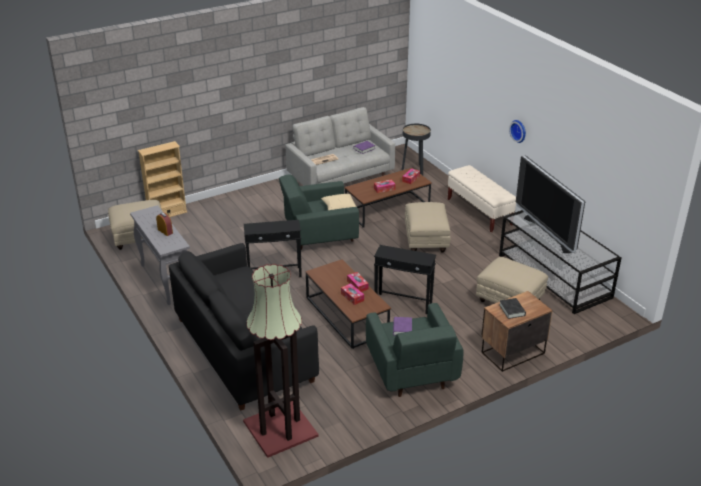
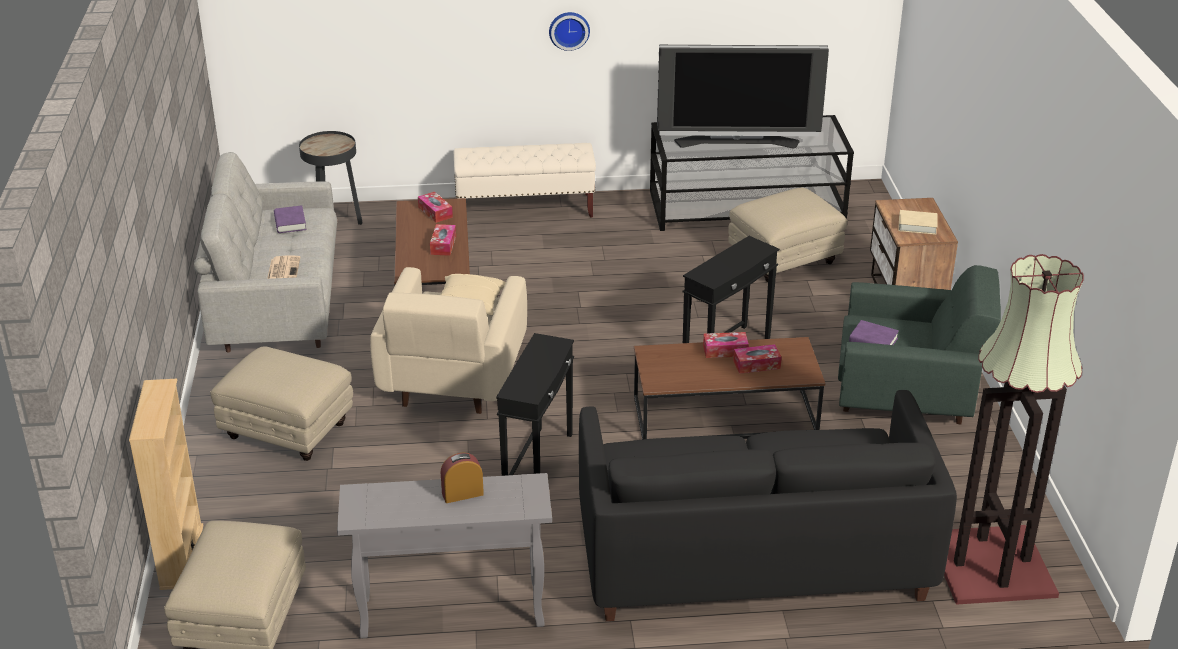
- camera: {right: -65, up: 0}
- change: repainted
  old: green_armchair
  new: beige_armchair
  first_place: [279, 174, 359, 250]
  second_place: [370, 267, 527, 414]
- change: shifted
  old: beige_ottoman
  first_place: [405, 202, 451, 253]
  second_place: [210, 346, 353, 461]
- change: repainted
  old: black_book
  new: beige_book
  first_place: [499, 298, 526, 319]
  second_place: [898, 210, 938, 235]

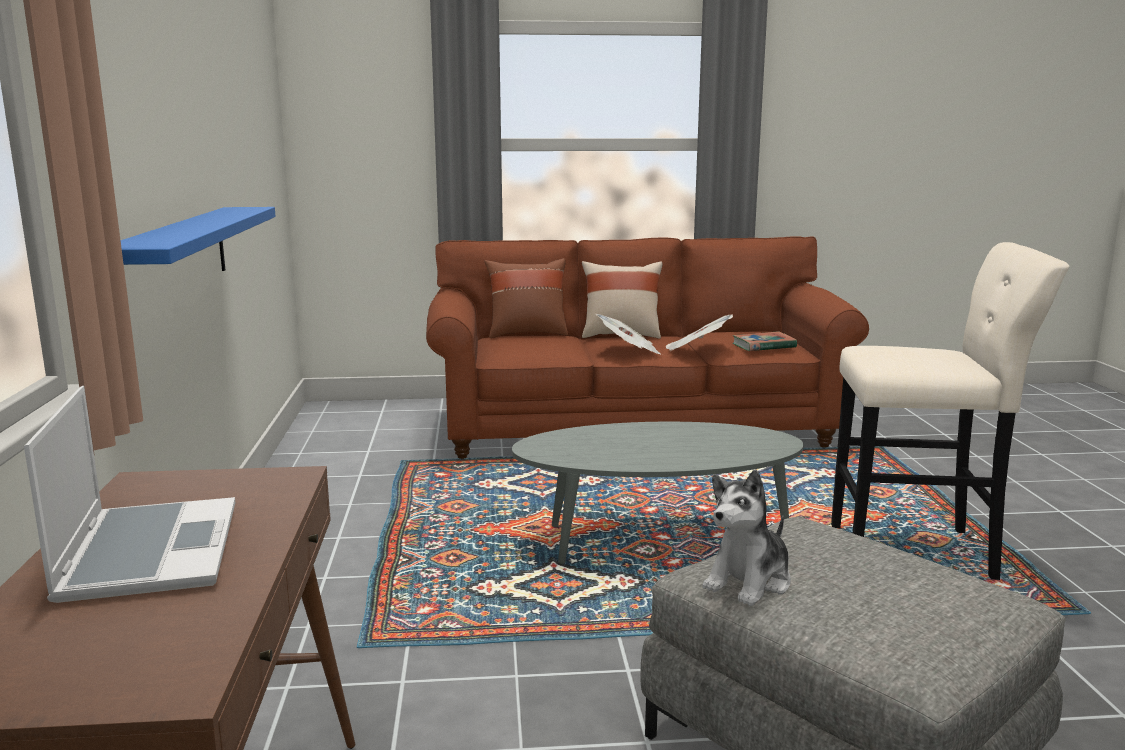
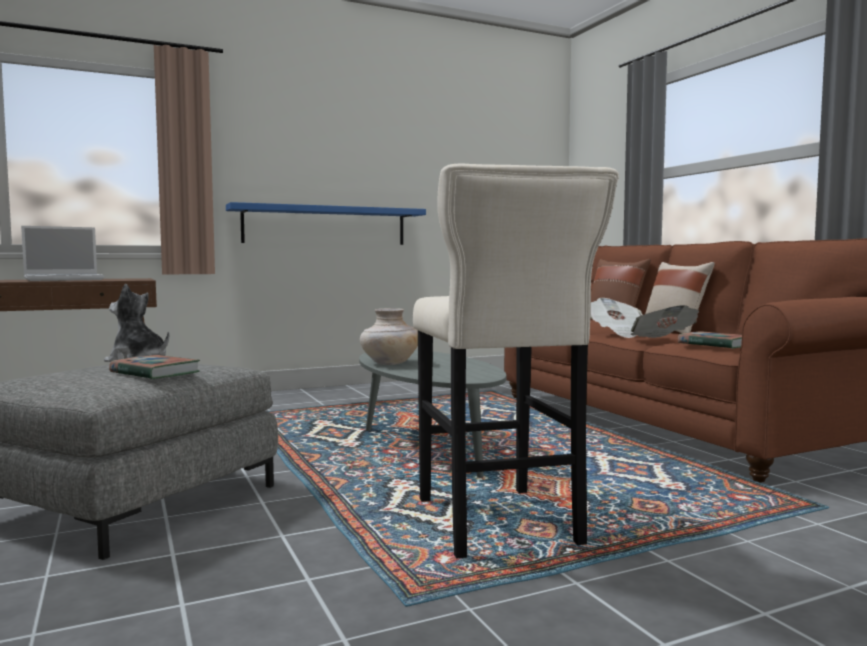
- camera: {right: 70, up: -10}
- change: new
  new: book
  second_place: [109, 355, 200, 379]
- change: new
  new: beige_vase
  second_place: [360, 308, 418, 365]

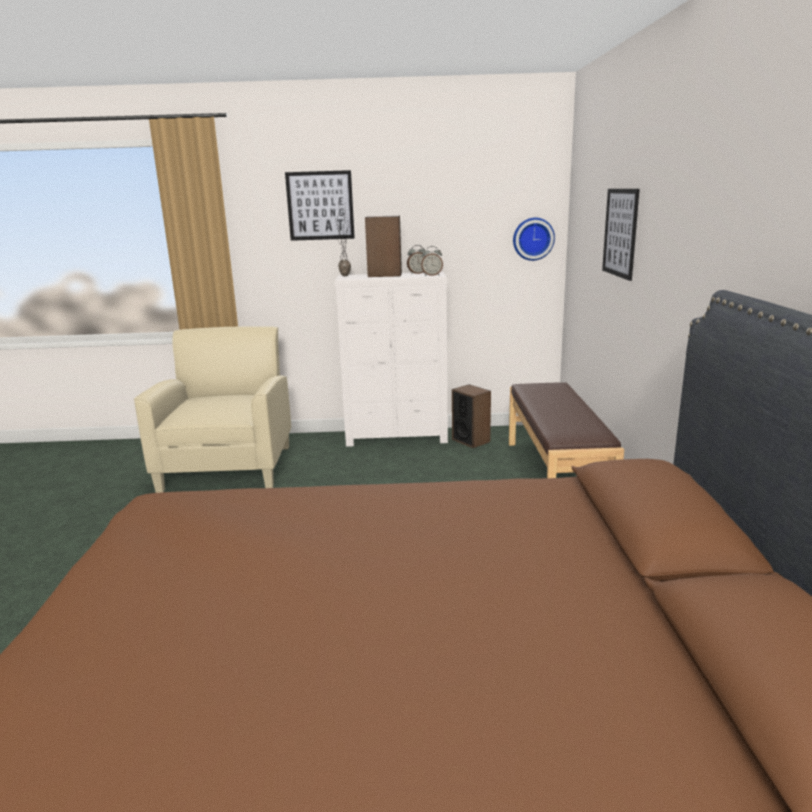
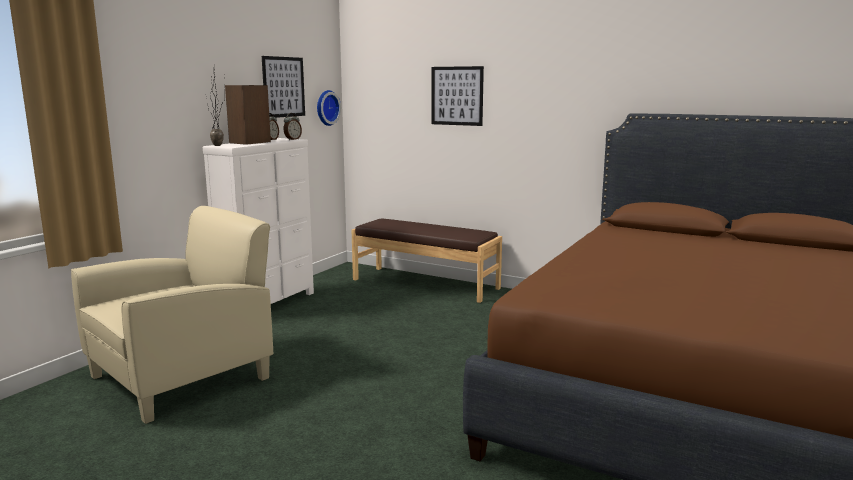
- camera: {right: -60, up: -5}
- change: rotated
  old: beige_armchair
  first_place: [134, 326, 291, 493]
  second_place: [71, 206, 273, 424]
  degrees: 105
- change: shifted
  old: picture
  first_place: [285, 170, 355, 241]
  second_place: [262, 56, 305, 118]
- change: gone
  old: speaker
  first_place: [452, 384, 491, 448]

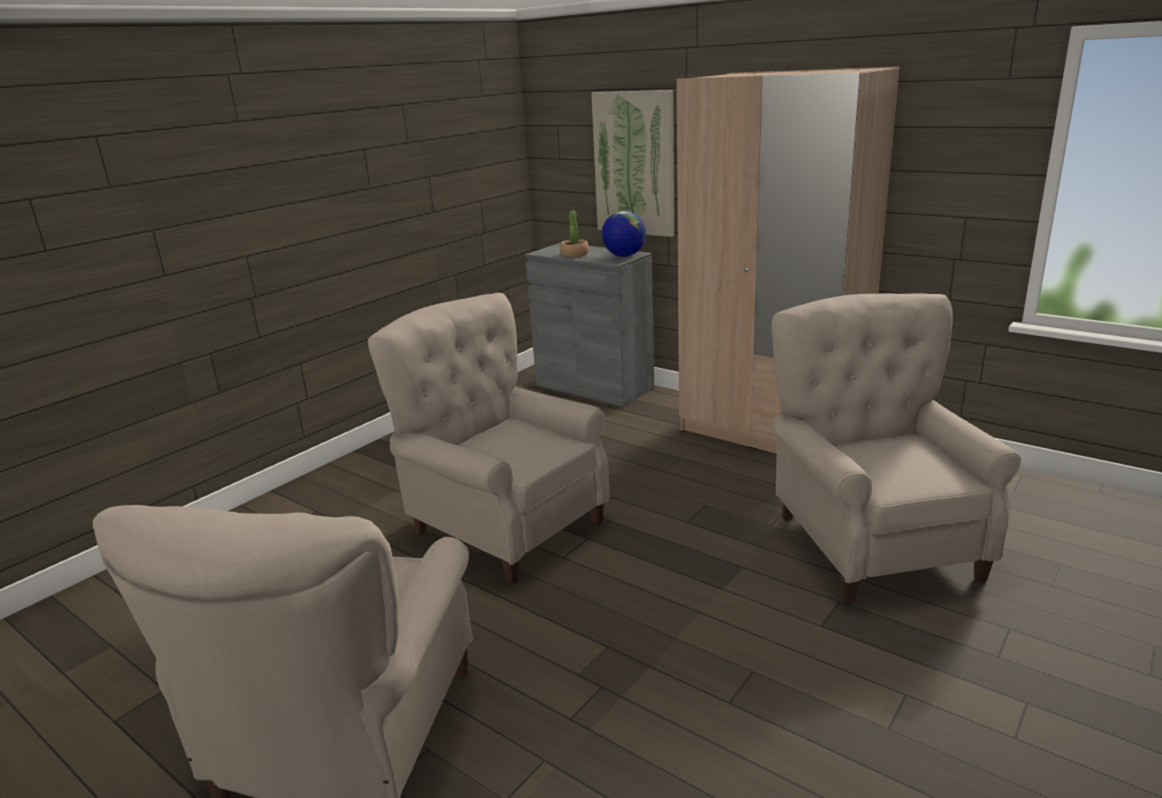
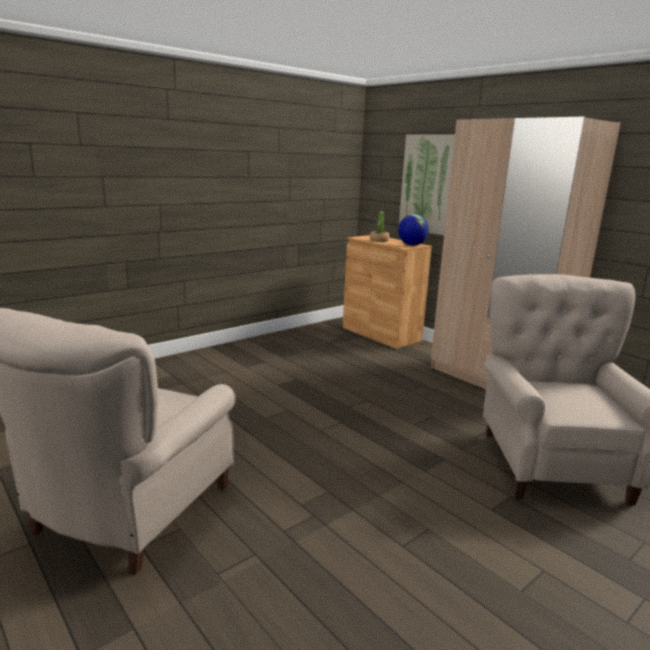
- camera: {right: 10, up: -5}
- change: gone
  old: beige_armchair
  first_place: [368, 293, 610, 585]
- change: repainted
  old: grey_cabinet
  new: brown_cabinet
  first_place: [525, 243, 654, 407]
  second_place: [343, 235, 432, 349]

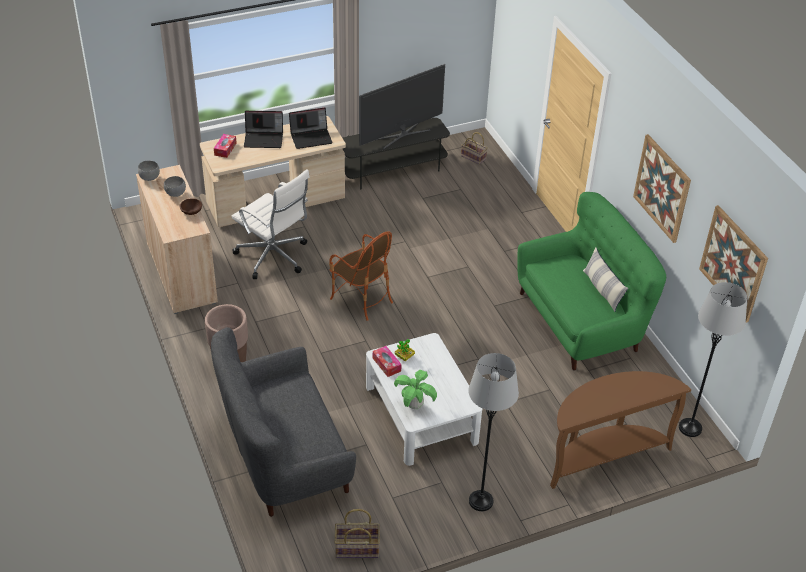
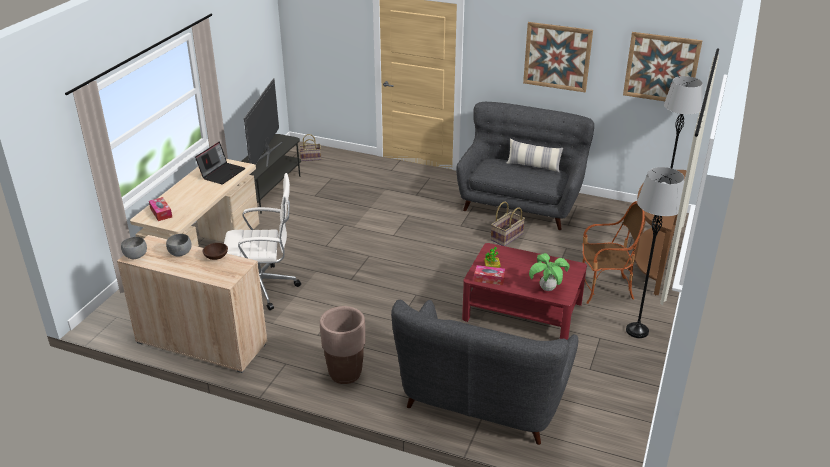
- camera: {right: -45, up: -10}
- change: gone
  old: laptop
  first_place: [244, 111, 283, 148]
- change: shifted
  old: armchair
  first_place: [329, 231, 393, 321]
  second_place: [582, 201, 645, 304]
- change: shifted
  old: basket
  first_place: [335, 509, 380, 558]
  second_place: [491, 202, 525, 246]
- change: repainted
  old: white_coffee_table
  new: red_coffee_table
  first_place: [366, 333, 482, 466]
  second_place: [462, 243, 587, 340]
- change: repainted
  old: green_sofa
  new: grey_sofa
  first_place: [517, 192, 666, 370]
  second_place: [456, 102, 594, 230]

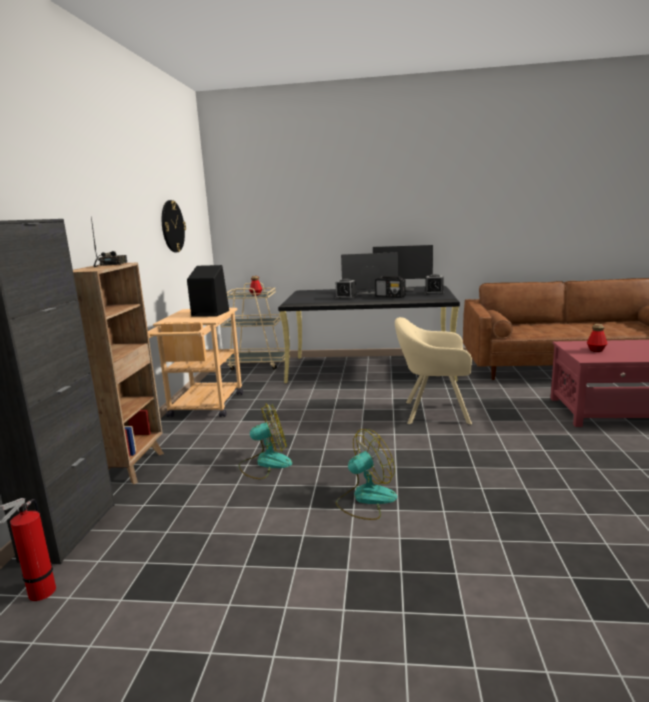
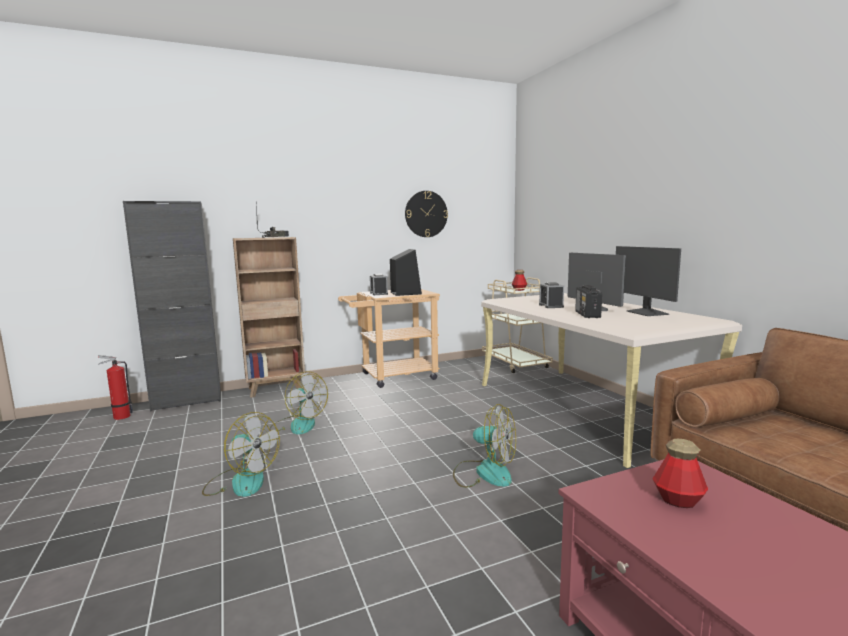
- camera: {right: 60, up: -5}
- change: repainted
  old: black_desk
  new: beige_desk
  first_place: [278, 286, 460, 383]
  second_place: [481, 293, 742, 468]
- change: swapped
  old: beige_armchair
  new: fan
  first_place: [395, 317, 472, 425]
  second_place: [453, 404, 516, 488]
- change: shifted
  old: alarm_clock
  first_place: [425, 274, 444, 295]
  second_place: [370, 274, 388, 295]

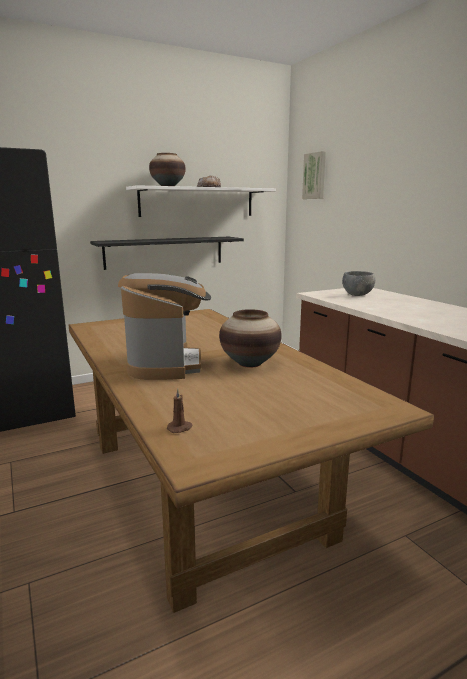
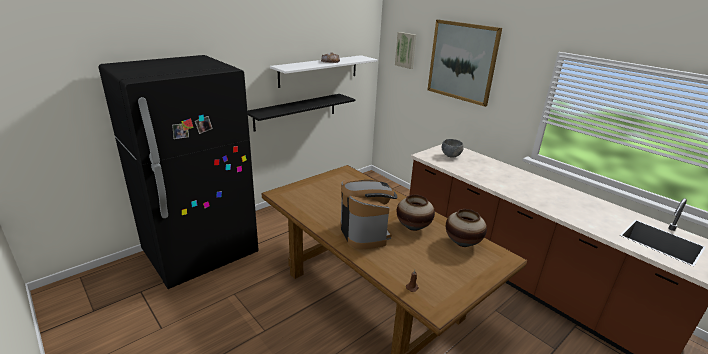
- camera: {right: -15, up: 10}
- change: shifted
  old: vase
  first_place: [149, 153, 186, 186]
  second_place: [446, 209, 487, 247]
- change: new
  new: picture
  second_place: [427, 20, 502, 107]

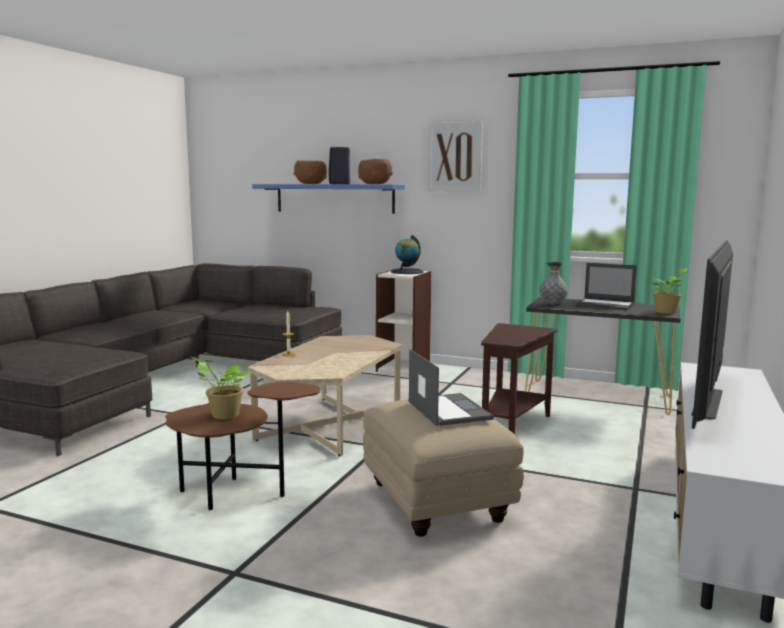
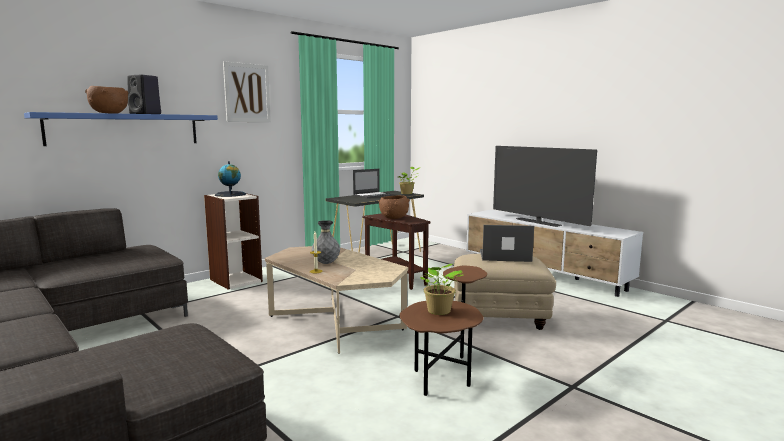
- camera: {right: -65, up: 0}
- change: shifted
  old: brown_bowl
  first_place: [358, 159, 393, 184]
  second_place: [378, 195, 410, 219]
- change: shifted
  old: grey_vase
  first_place: [539, 262, 568, 305]
  second_place: [312, 220, 340, 264]

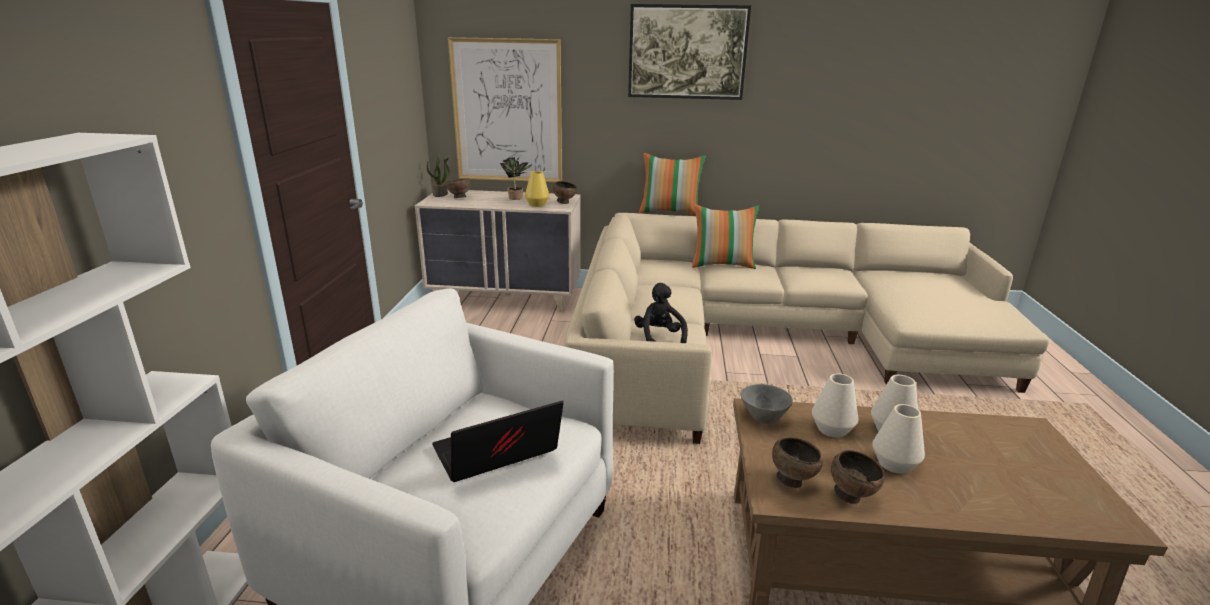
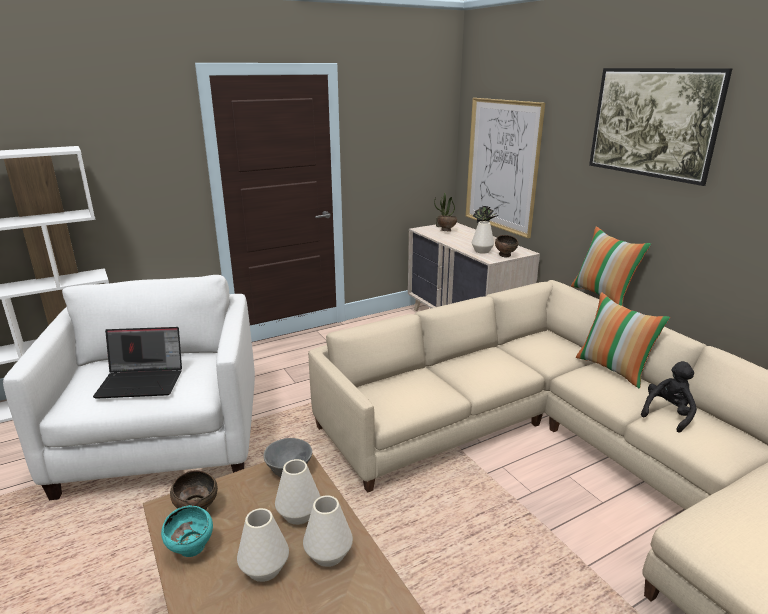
- camera: {right: 55, up: 0}
- change: rotated
  old: laptop
  first_place: [432, 401, 563, 482]
  second_place: [93, 327, 182, 399]
  degrees: 150
- change: repainted
  old: yellow_vase
  new: white_vase
  first_place: [525, 171, 550, 207]
  second_place: [472, 221, 494, 254]
- change: shifted
  old: black_plush_toy
  first_place: [634, 283, 688, 343]
  second_place: [641, 361, 697, 433]
- change: repainted
  old: brown_bowl
  new: turquoise_bowl
  first_place: [831, 450, 885, 504]
  second_place: [161, 505, 213, 557]

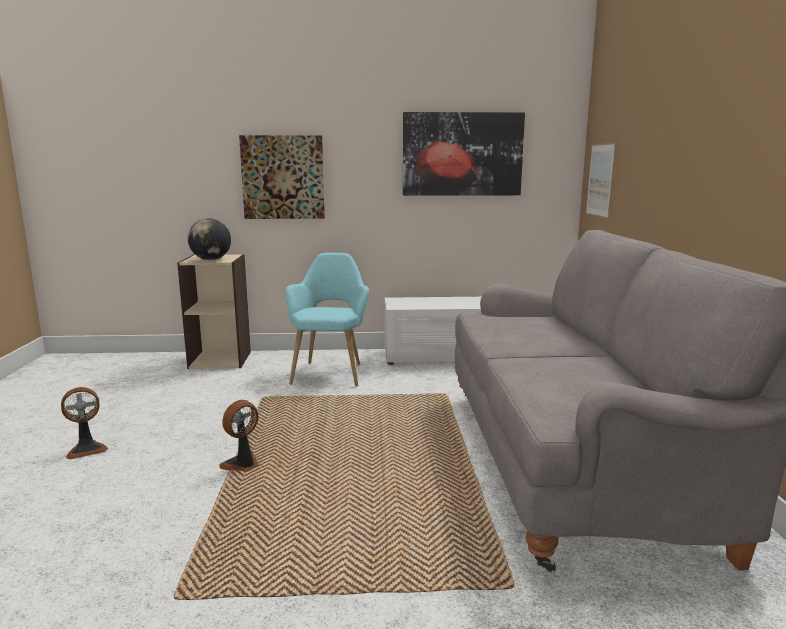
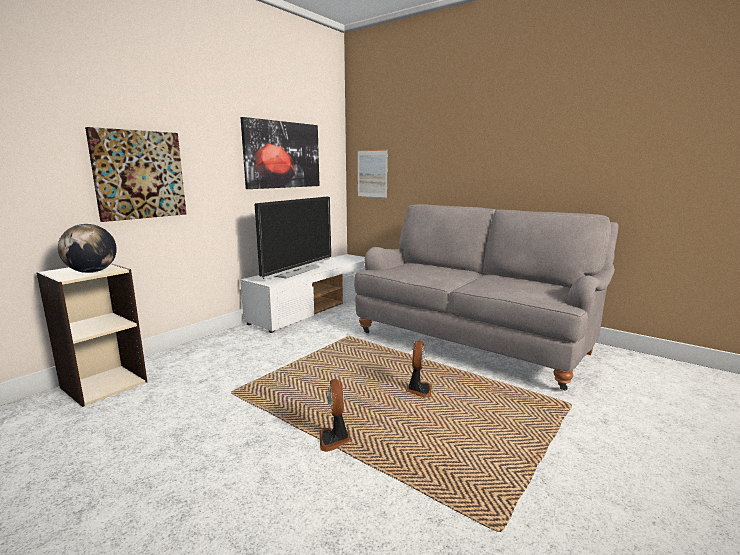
- camera: {right: -50, up: 0}
- change: shifted
  old: fan
  first_place: [61, 387, 108, 459]
  second_place: [407, 341, 432, 398]
- change: gone
  old: turquoise_armchair
  first_place: [285, 253, 369, 387]
- change: new
  new: television
  second_place: [255, 197, 331, 279]

